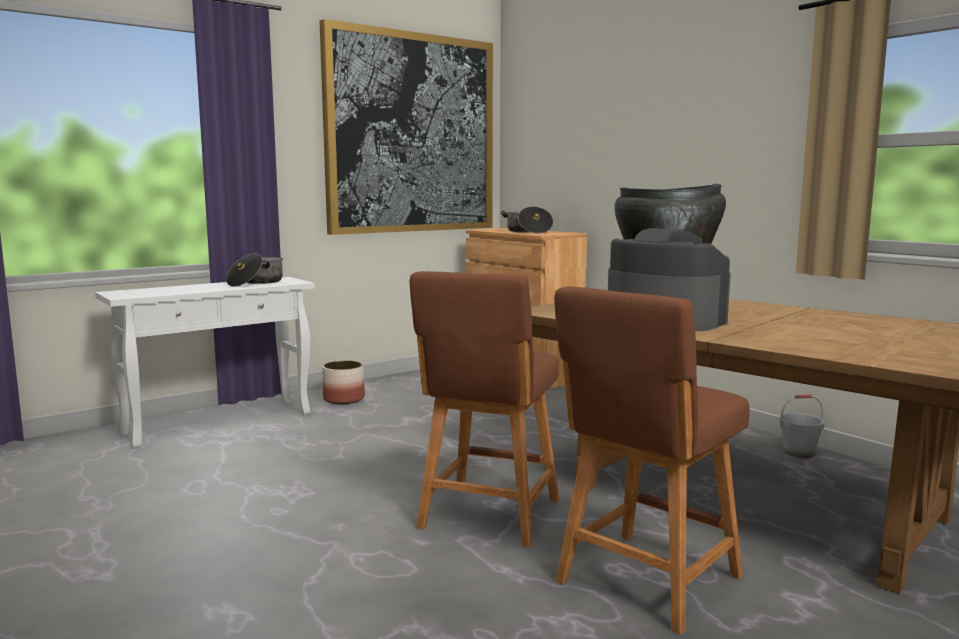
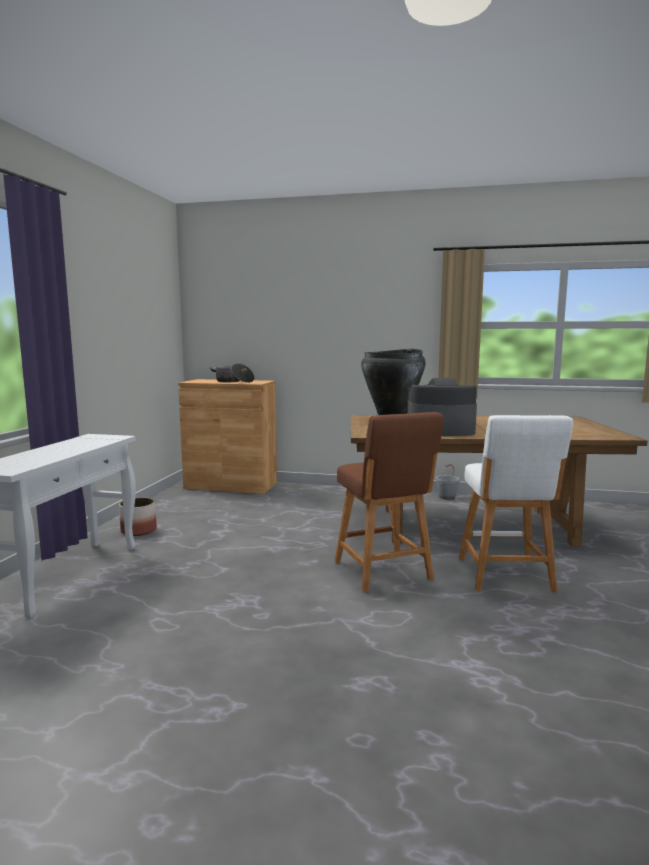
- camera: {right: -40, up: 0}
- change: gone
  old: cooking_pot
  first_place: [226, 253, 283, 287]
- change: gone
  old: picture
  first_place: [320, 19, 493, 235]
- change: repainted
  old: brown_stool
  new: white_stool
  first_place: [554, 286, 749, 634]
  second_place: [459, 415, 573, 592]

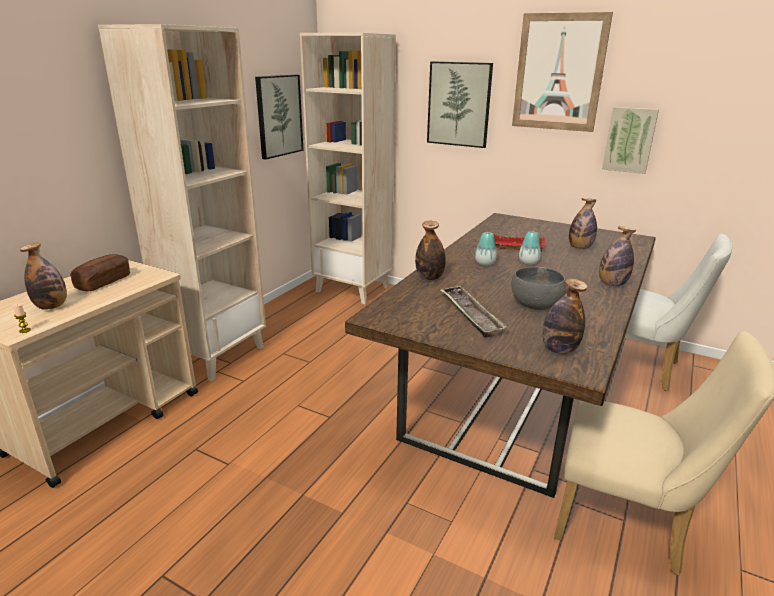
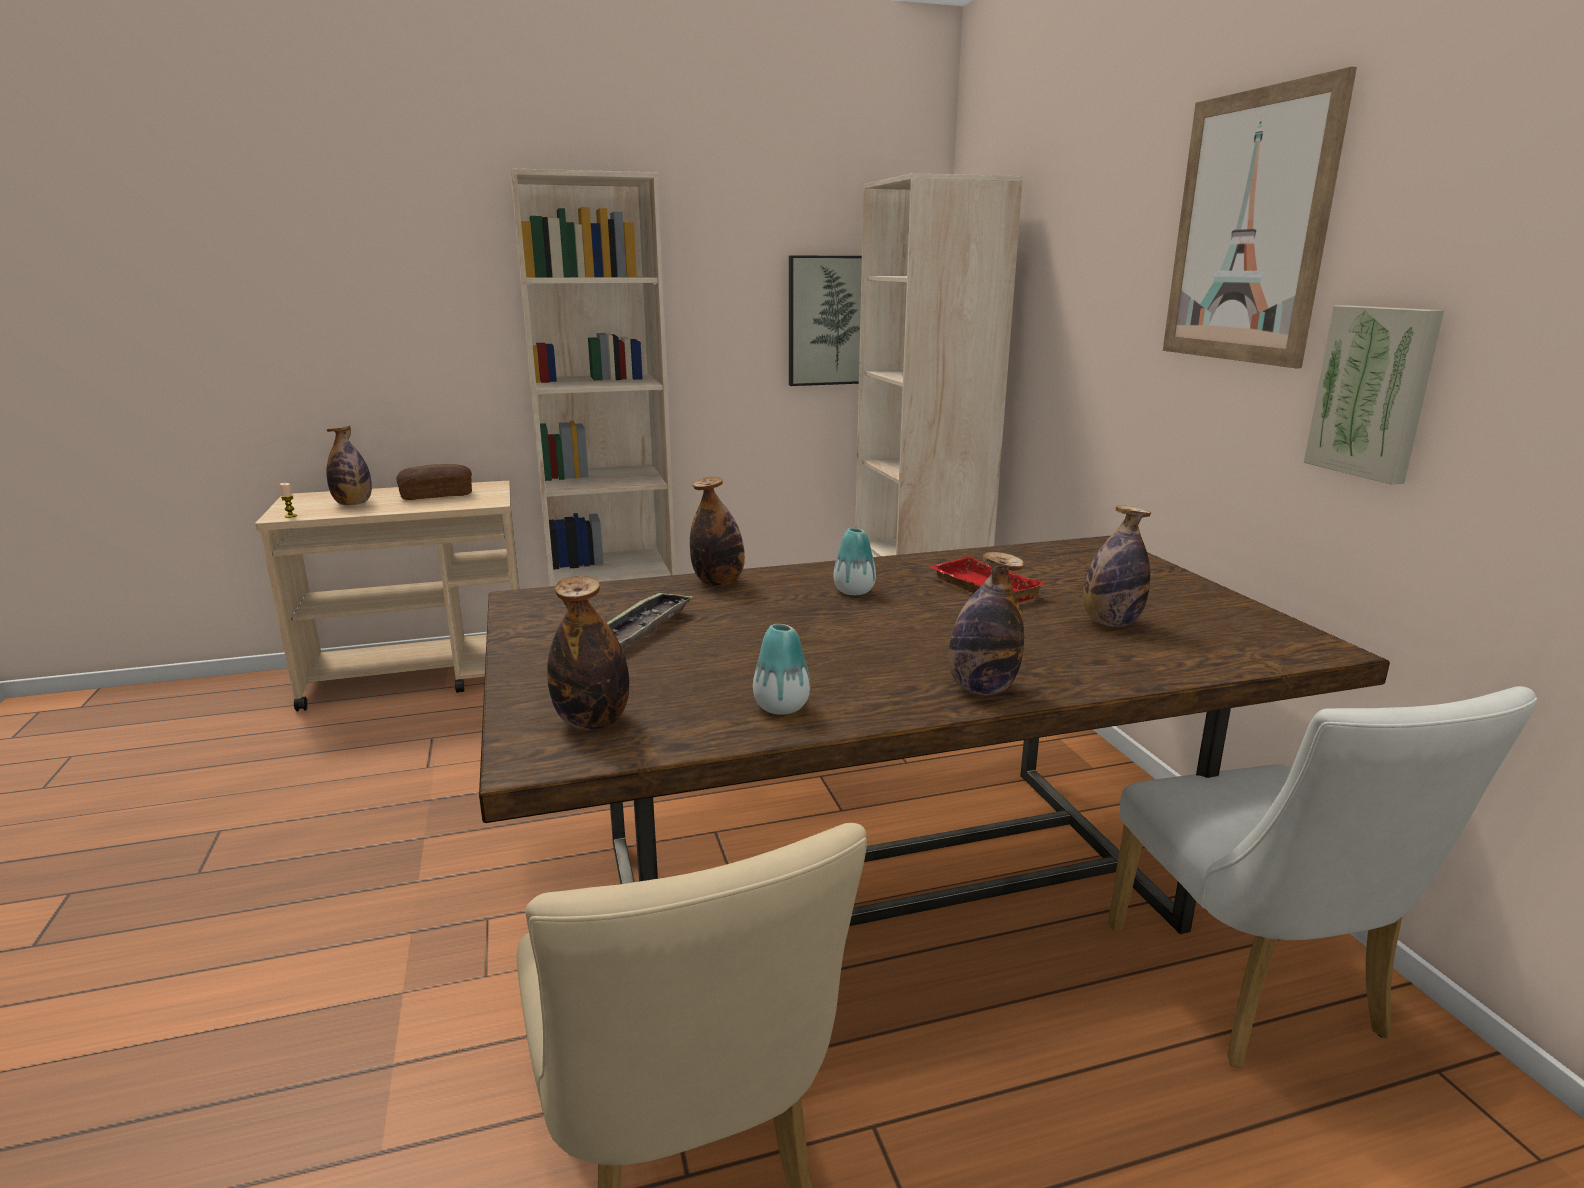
- camera: {right: 45, up: -5}
- change: gone
  old: picture
  first_place: [427, 61, 493, 148]
- change: gone
  old: grey_bowl
  first_place: [511, 267, 566, 310]
- change: shifted
  old: vase
  first_place: [519, 231, 541, 265]
  second_place: [753, 624, 810, 715]

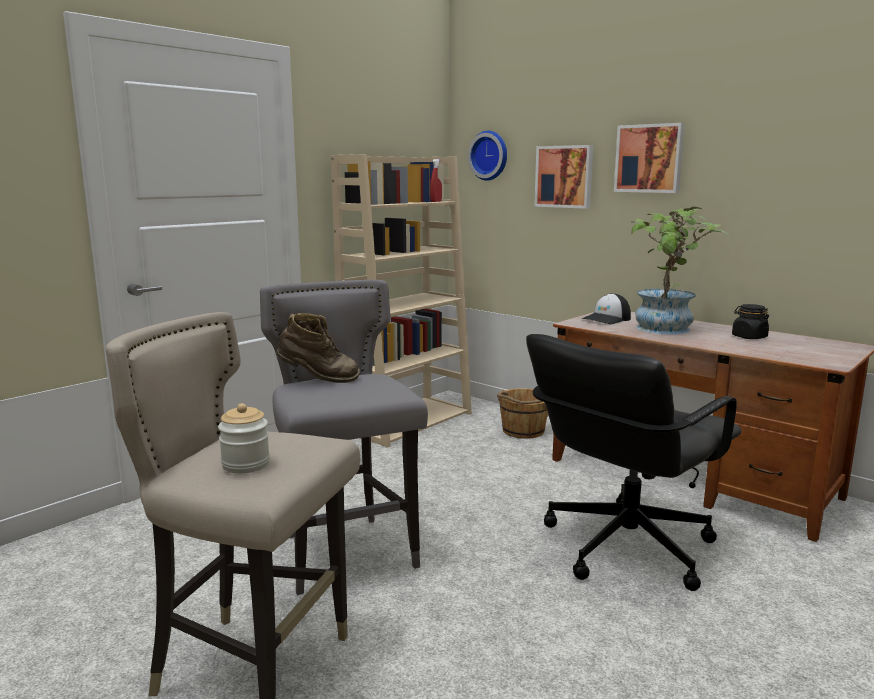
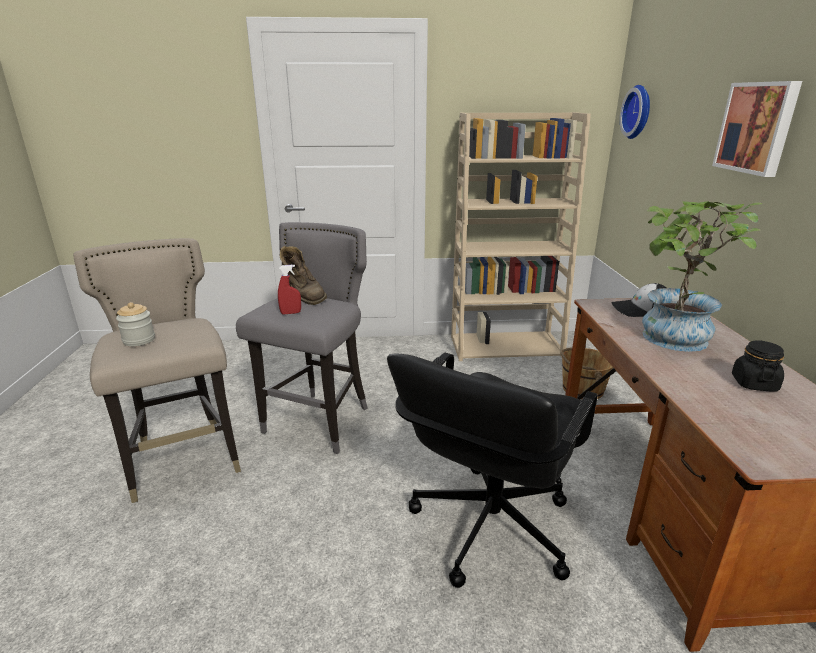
- camera: {right: 45, up: 10}
- change: shifted
  old: red_spray_bottle
  first_place: [430, 159, 442, 202]
  second_place: [278, 265, 301, 314]
- change: rotated
  old: black_office_chair
  first_place: [526, 334, 742, 591]
  second_place: [387, 353, 598, 588]
  degrees: -60
- change: gone
  old: picture
  first_place: [534, 145, 593, 209]

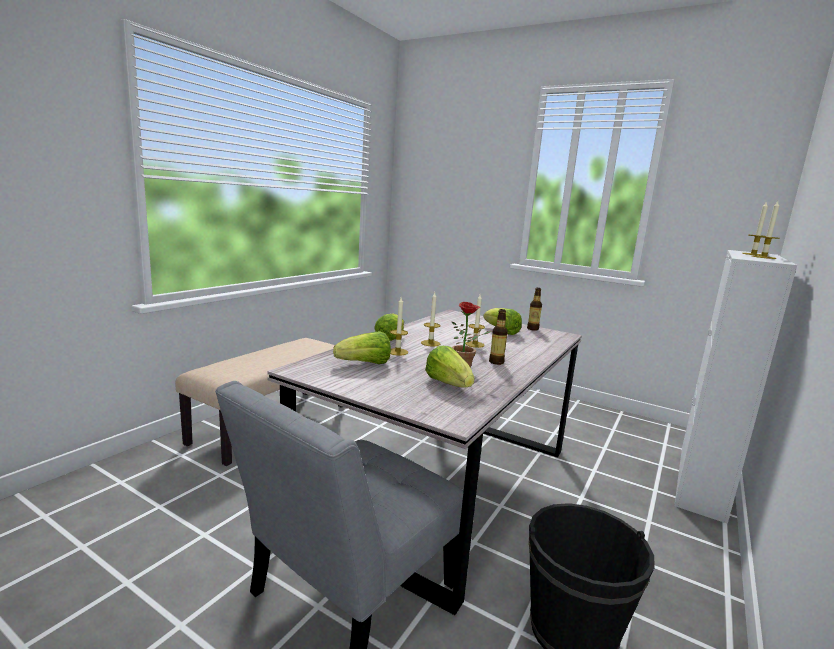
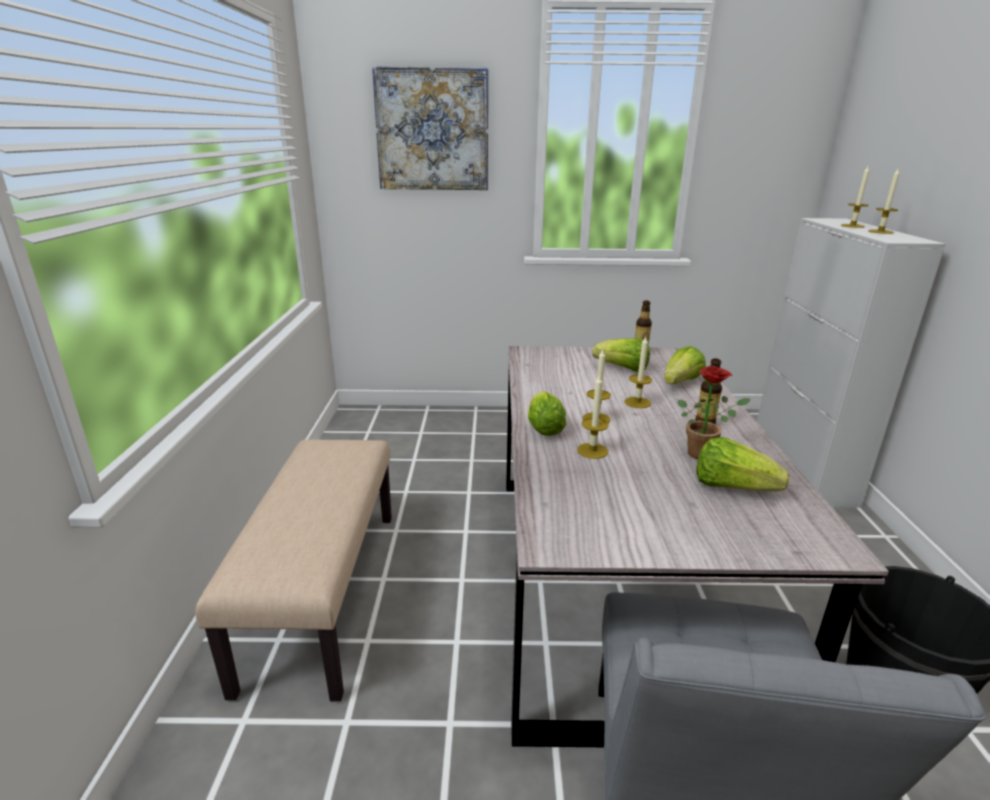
- camera: {right: -30, up: 10}
- change: shifted
  old: lettuce
  first_place: [333, 331, 391, 364]
  second_place: [664, 346, 706, 384]
- change: new
  new: picture
  second_place: [372, 66, 488, 190]

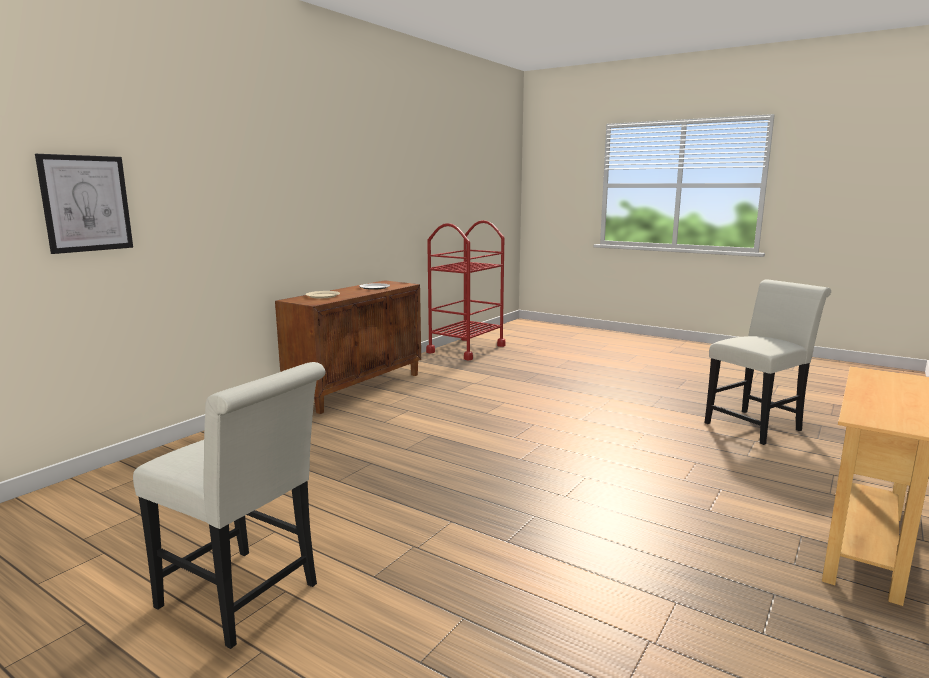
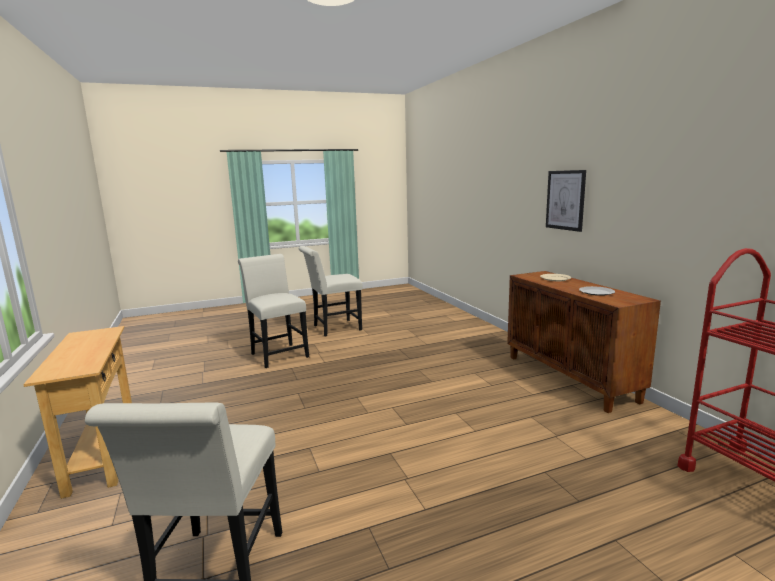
- camera: {right: 125, up: 0}
- change: shifted
  old: picture
  first_place: [35, 154, 133, 254]
  second_place: [546, 170, 586, 232]
- change: new
  new: white_chair
  second_place: [238, 254, 309, 368]

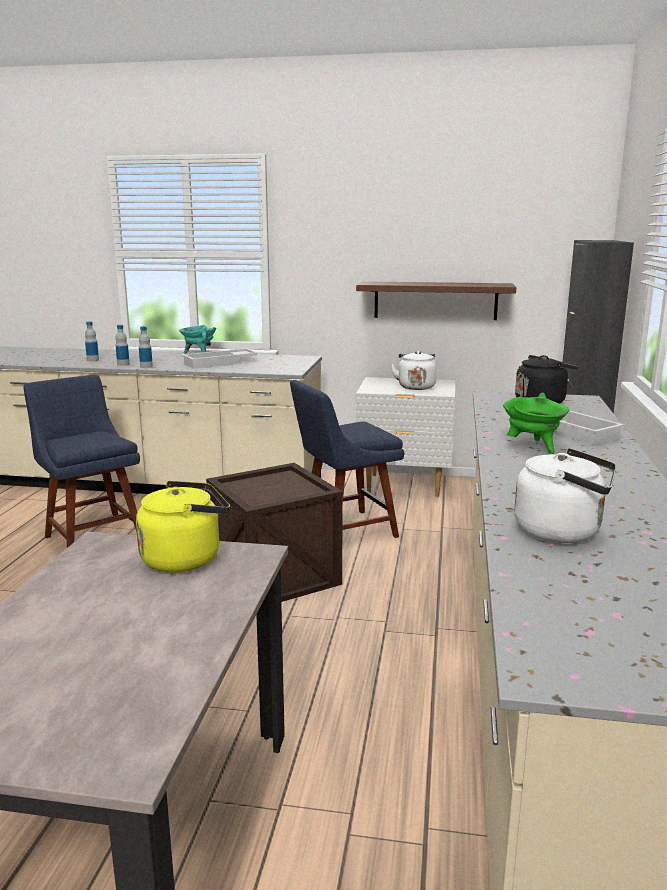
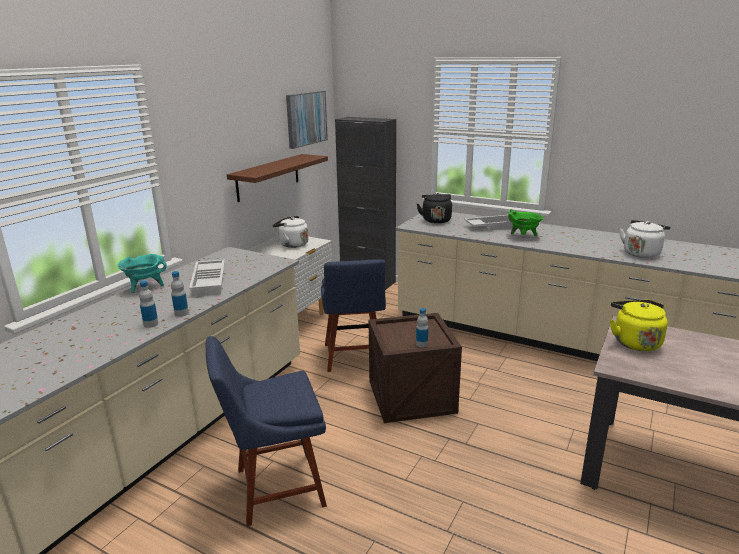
- camera: {right: -70, up: 5}
- change: shifted
  old: bottle
  first_place: [85, 322, 99, 361]
  second_place: [416, 308, 428, 347]
- change: new
  new: picture
  second_place: [286, 91, 328, 149]

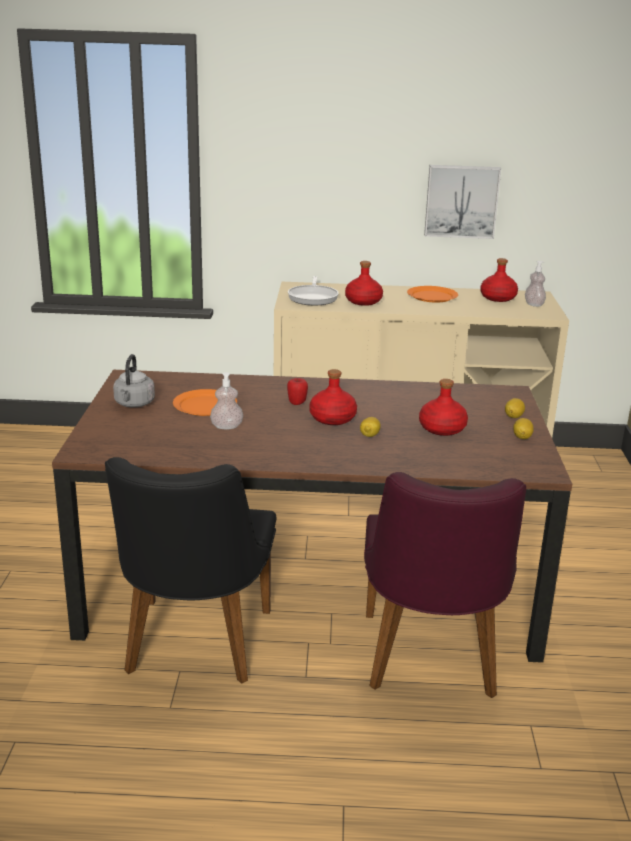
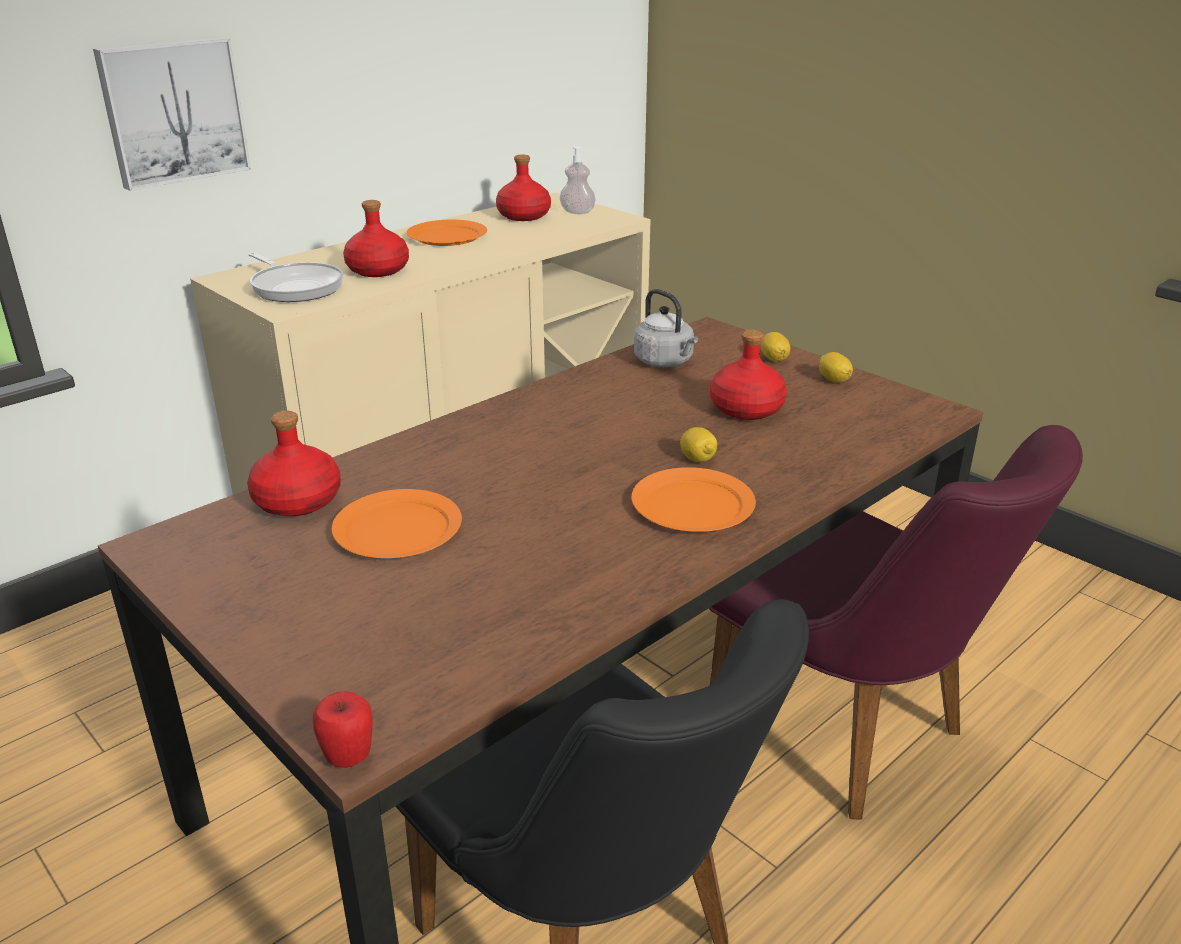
- camera: {right: -45, up: 5}
- change: shifted
  old: grey_kettle
  first_place: [113, 354, 155, 407]
  second_place: [634, 289, 698, 367]
- change: gone
  old: soap_dispenser
  first_place: [210, 372, 243, 430]
- change: shifted
  old: apple
  first_place: [287, 378, 308, 405]
  second_place: [313, 691, 373, 768]
- change: shifted
  old: red_bottle
  first_place: [309, 369, 357, 425]
  second_place: [247, 411, 341, 516]
- change: shifted
  old: picture
  first_place: [424, 165, 501, 239]
  second_place: [93, 37, 251, 191]
- change: new
  new: orange_plate
  second_place: [631, 467, 756, 532]

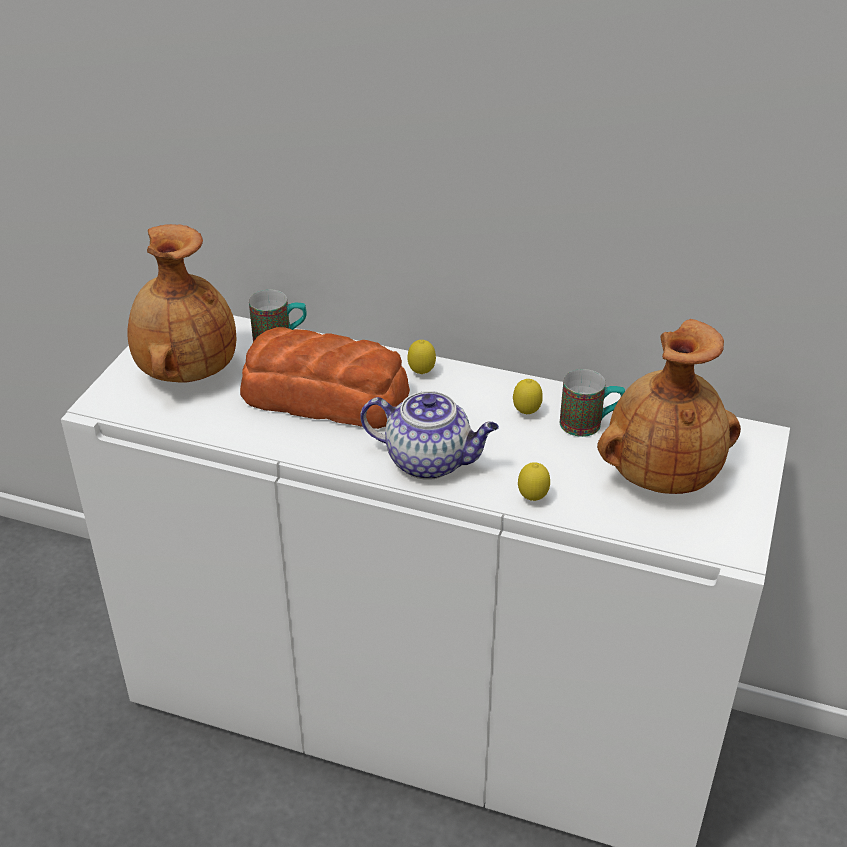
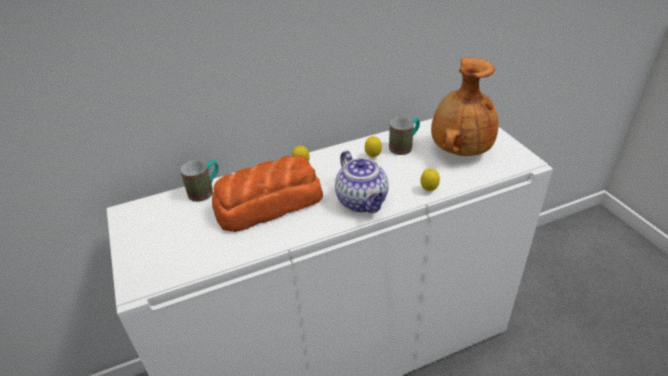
- camera: {right: -40, up: 0}
- change: gone
  old: brown_vase
  first_place: [127, 224, 236, 383]
- change: rotated
  old: teapot
  first_place: [360, 391, 499, 480]
  second_place: [335, 150, 389, 213]
  degrees: 90

